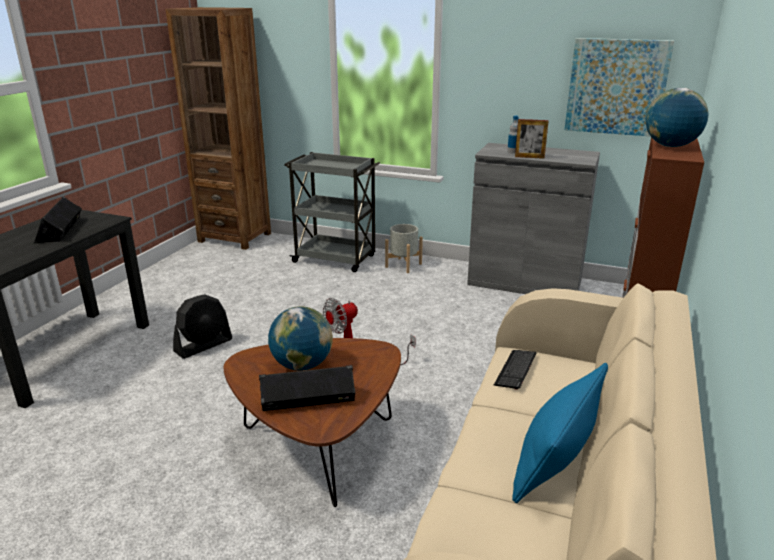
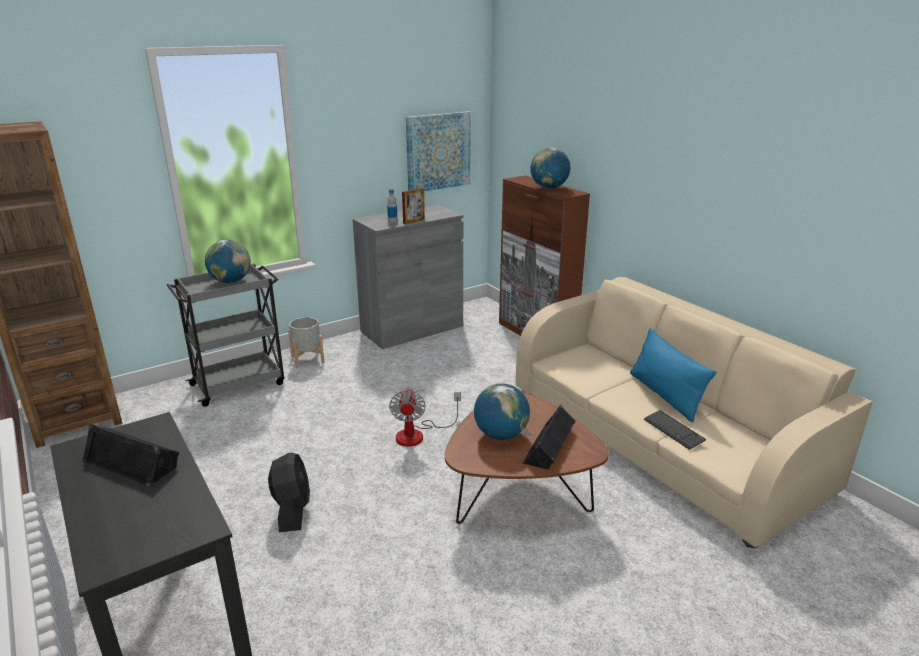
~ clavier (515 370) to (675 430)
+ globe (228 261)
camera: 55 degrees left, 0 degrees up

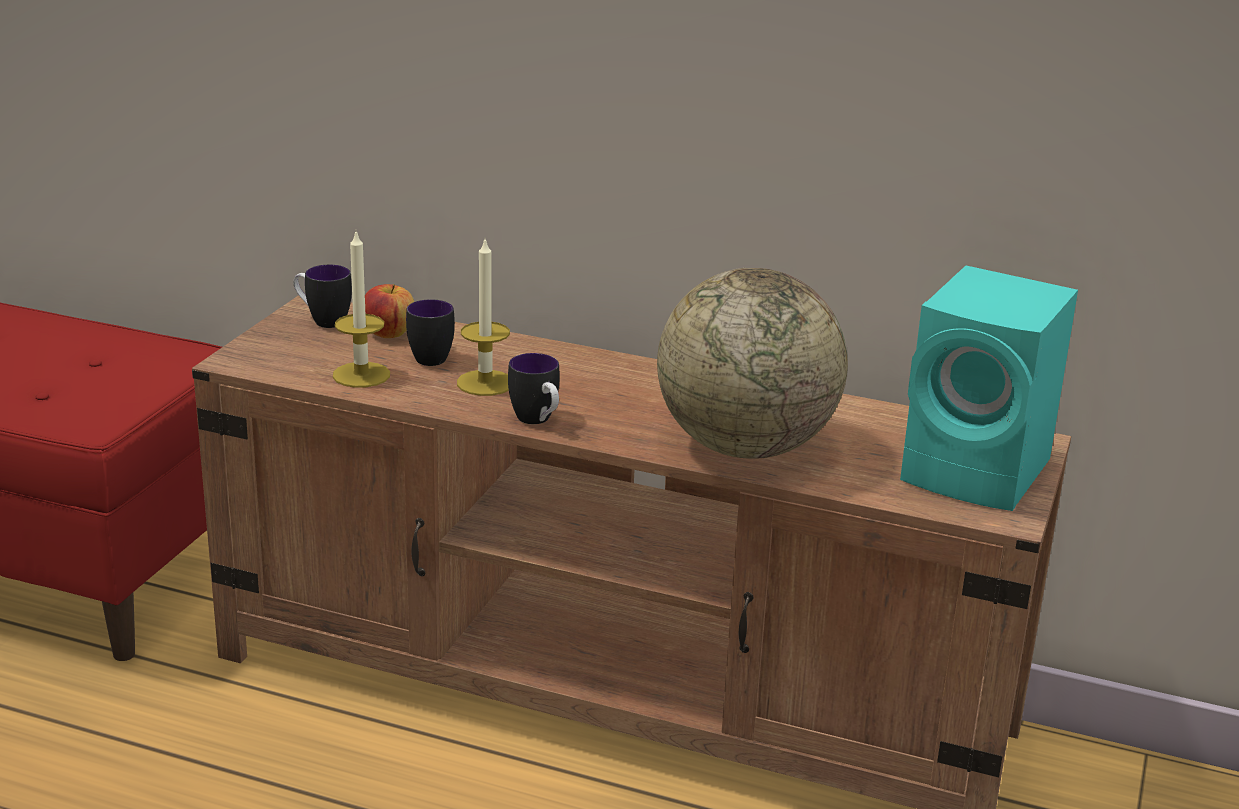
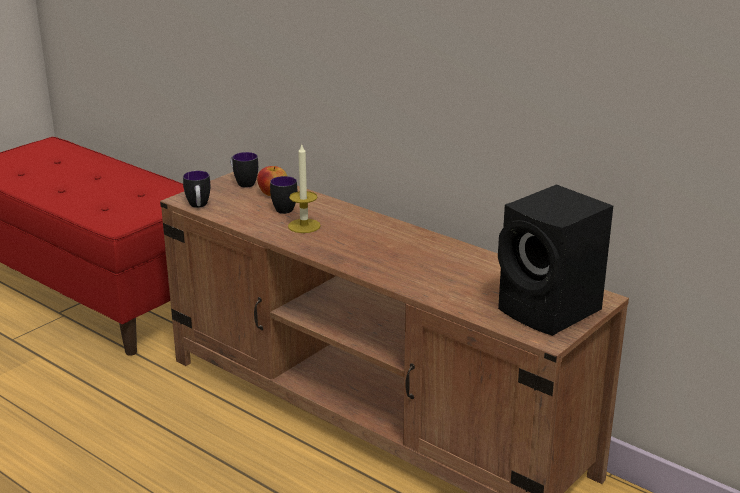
- bougie (361 310)
~ mug (533 388) to (196 189)
- globe (752 363)
~ enceinte/turquoise (989 388) to enceinte/noir (555 260)
camera: 20 degrees right, 0 degrees up

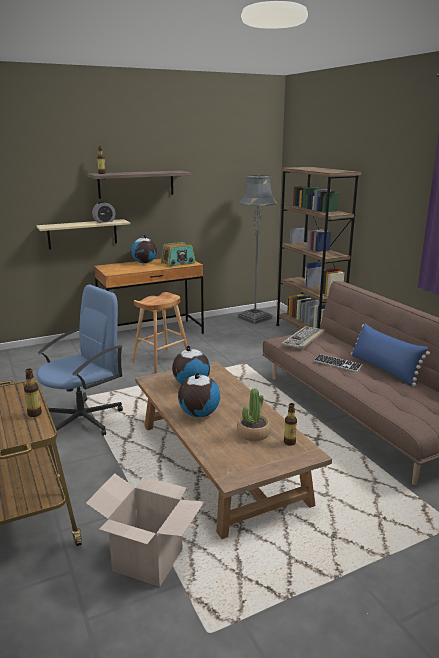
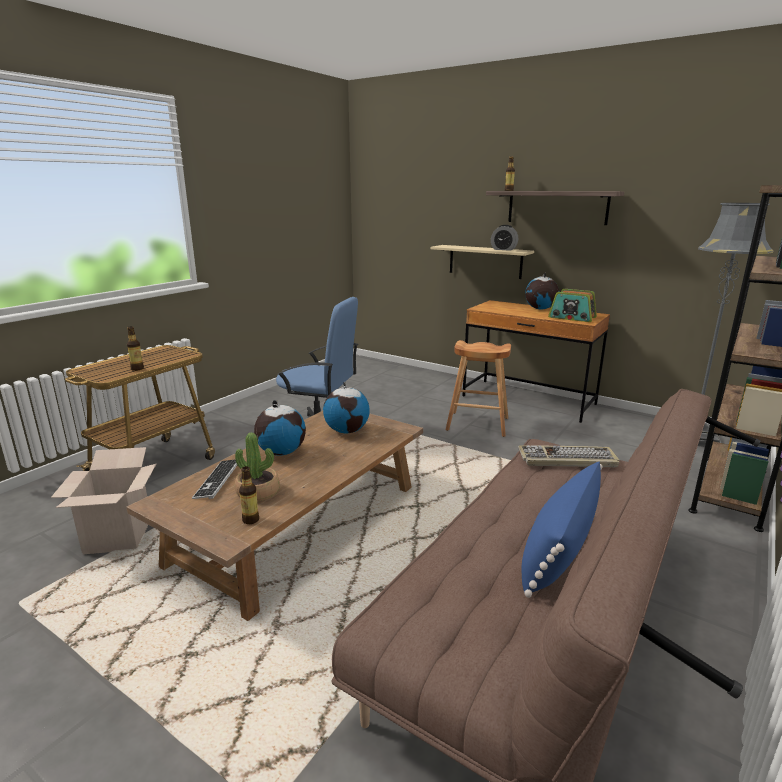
~ clavier (338 363) to (214 479)
camera: 60 degrees right, 0 degrees up

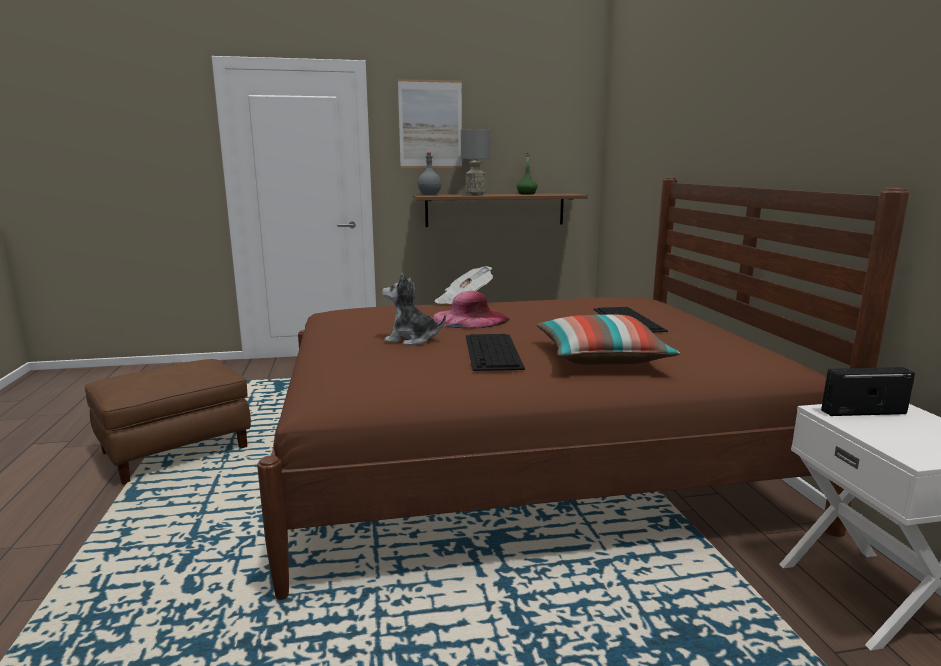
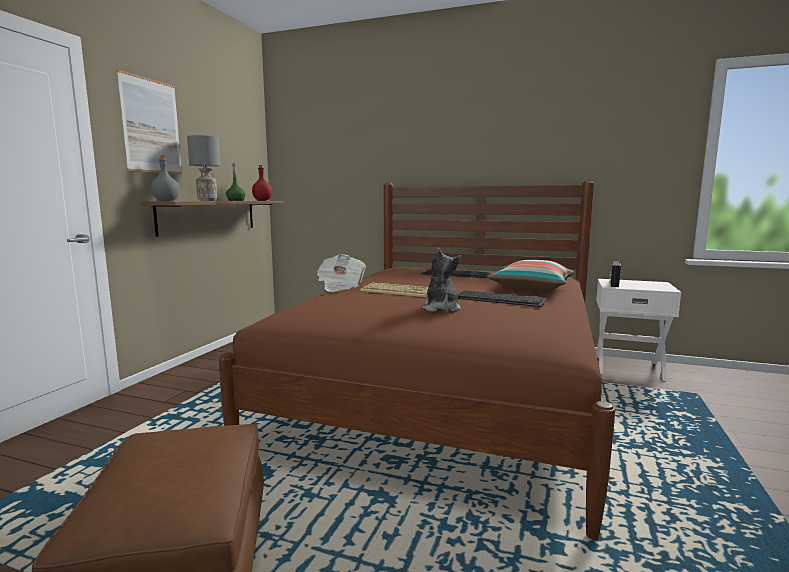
~ peluche (414 309) = (442 280) 135 degrees clockwise
~ chapeau/rose (471 309) to clavier (394 289)
+ bouteille/rouge (262 183)
camera: 60 degrees left, 5 degrees down

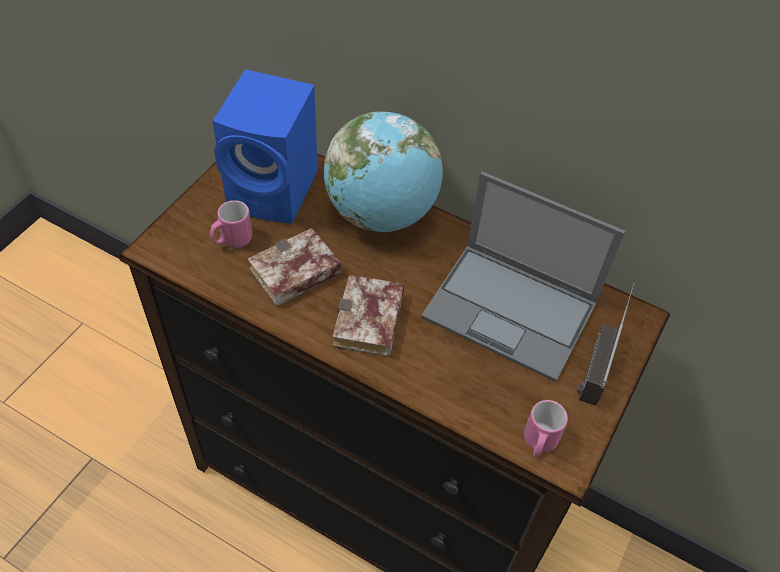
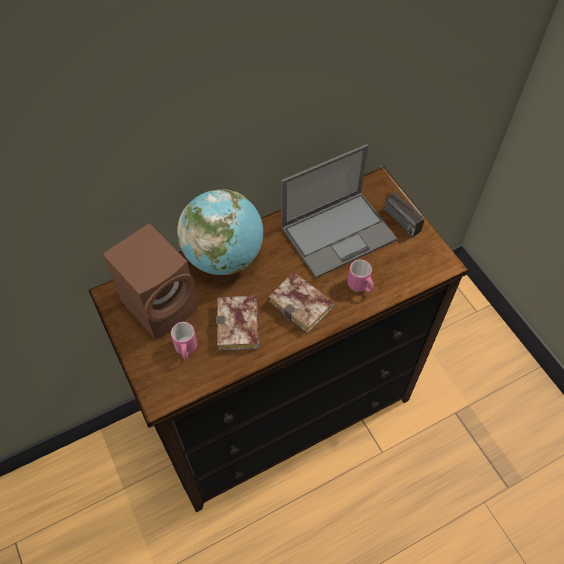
~ enceinte/bleu (265 146) to enceinte/marron (150 281)
~ mug/rose (546 429) to (360 276)
camera: 55 degrees left, 5 degrees up

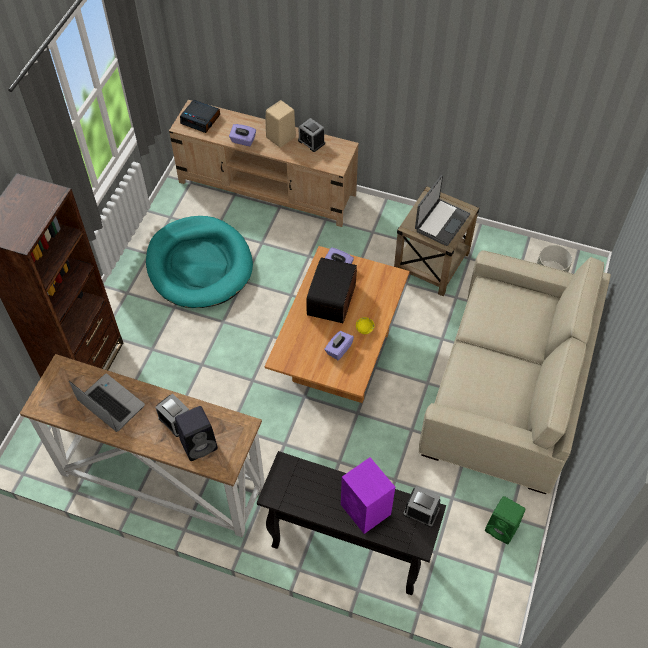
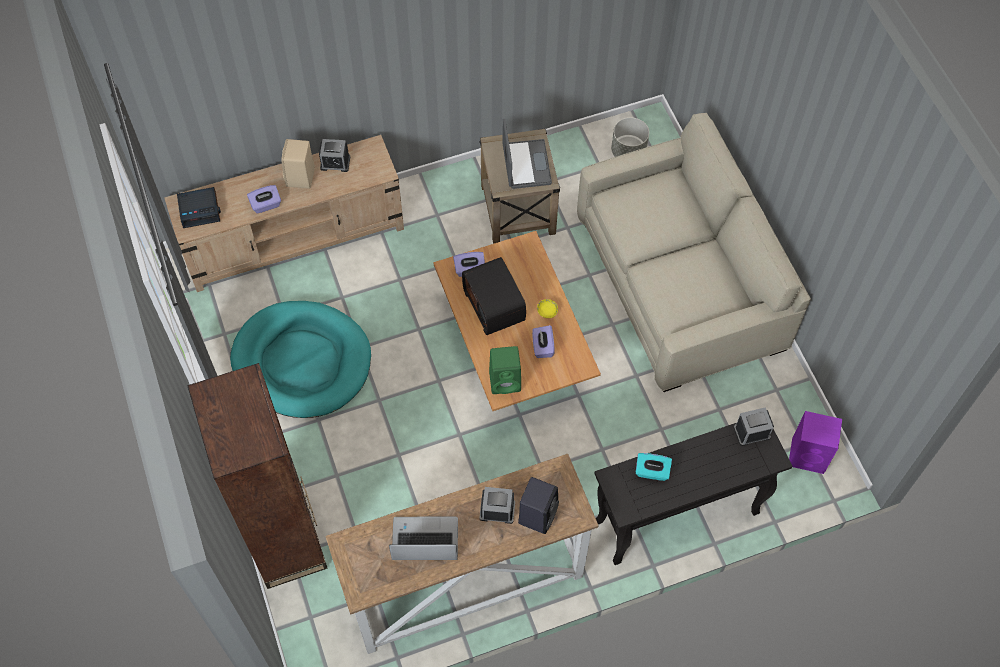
~ enceinte/violet (368 495) to (815 442)
~ enceinte/vert (505 520) to (505 370)
+ boîte à mouchoirs/turquoise (654 467)
camera: 40 degrees left, 5 degrees up

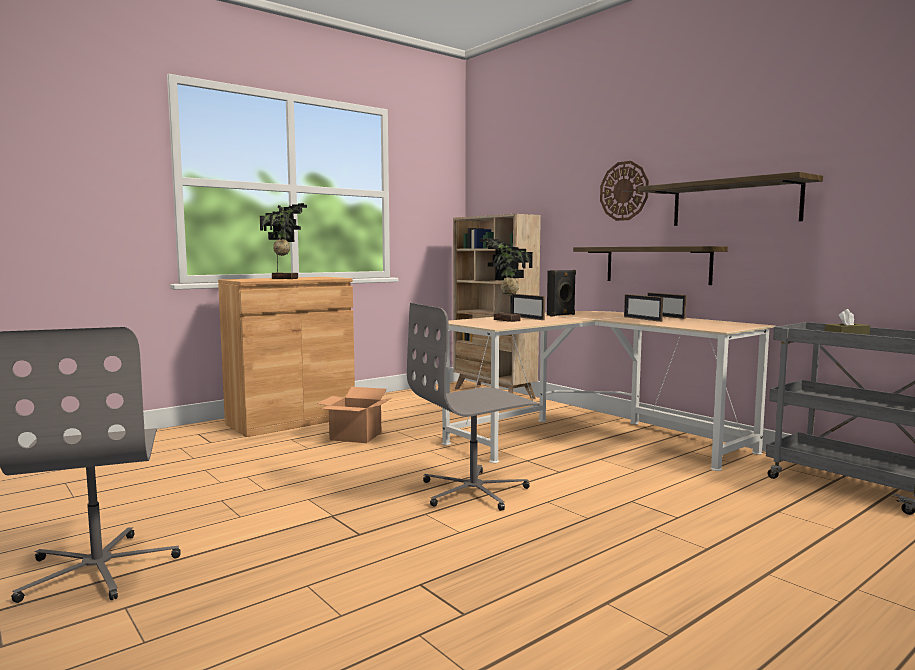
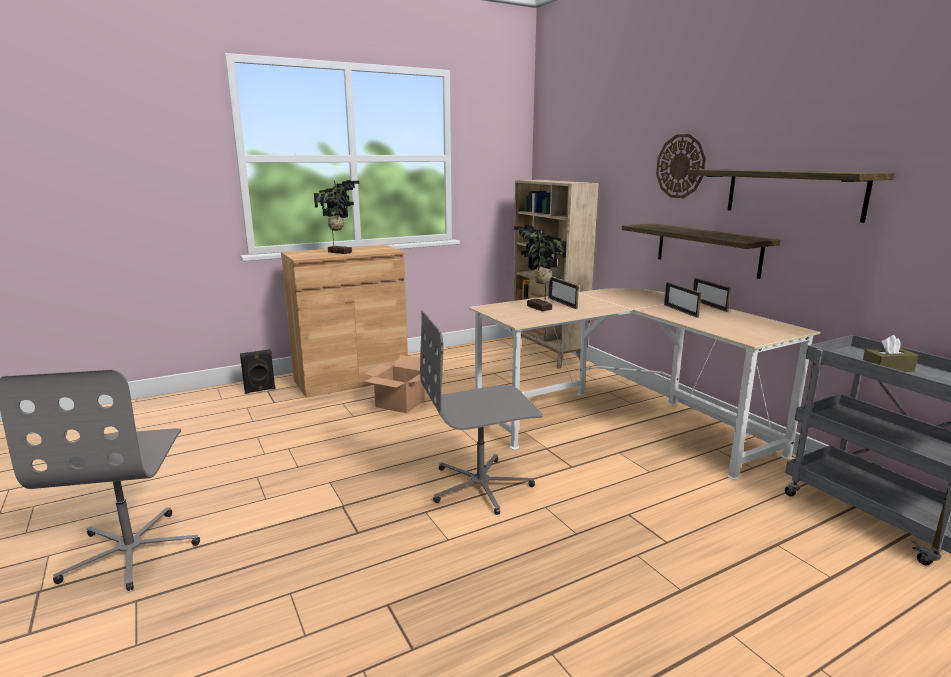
~ enceinte/noir (561 293) to (258 371)
camera: 10 degrees right, 10 degrees up

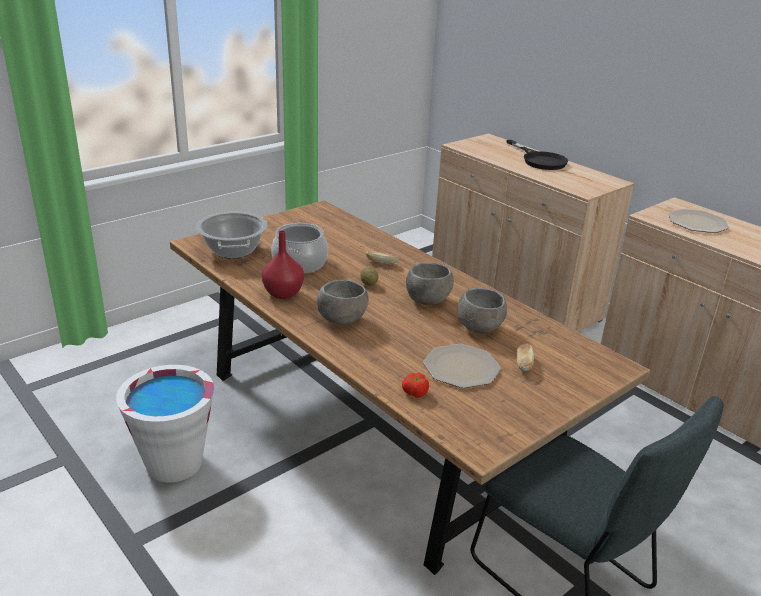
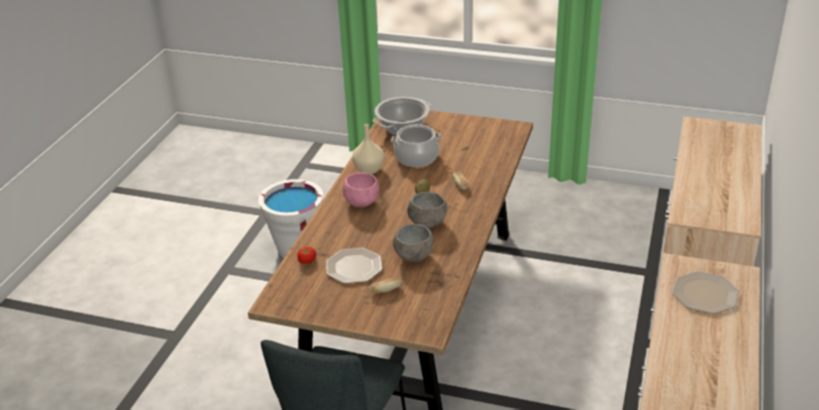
~ vase/rouge (283 264) to vase/beige (368 149)
~ bol/gris (343 302) to bol/rose (361 189)
- poêle/noir (537 155)
camera: 60 degrees right, 5 degrees up

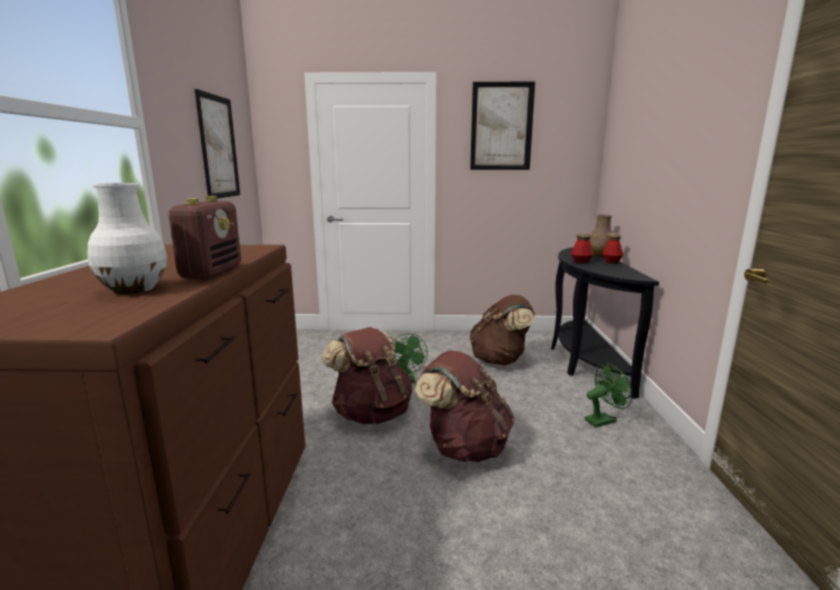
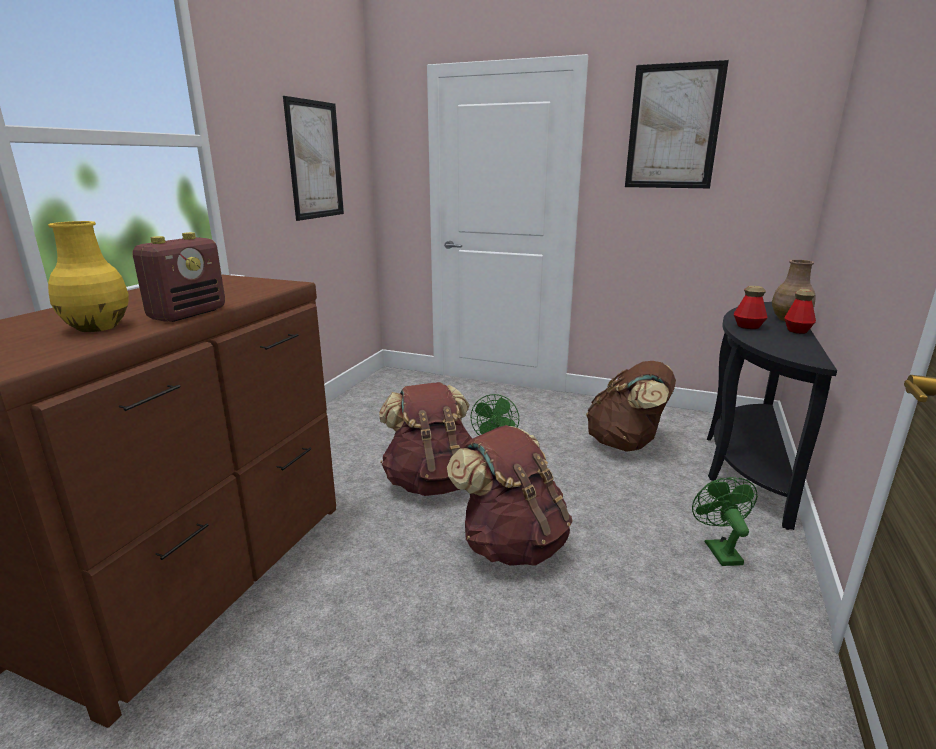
~ vase/blanc (127 238) to vase/jaune (88 276)
~ ventilateur/vert (608 395) = (725 521) 90 degrees counterclockwise
camera: 20 degrees right, 5 degrees up

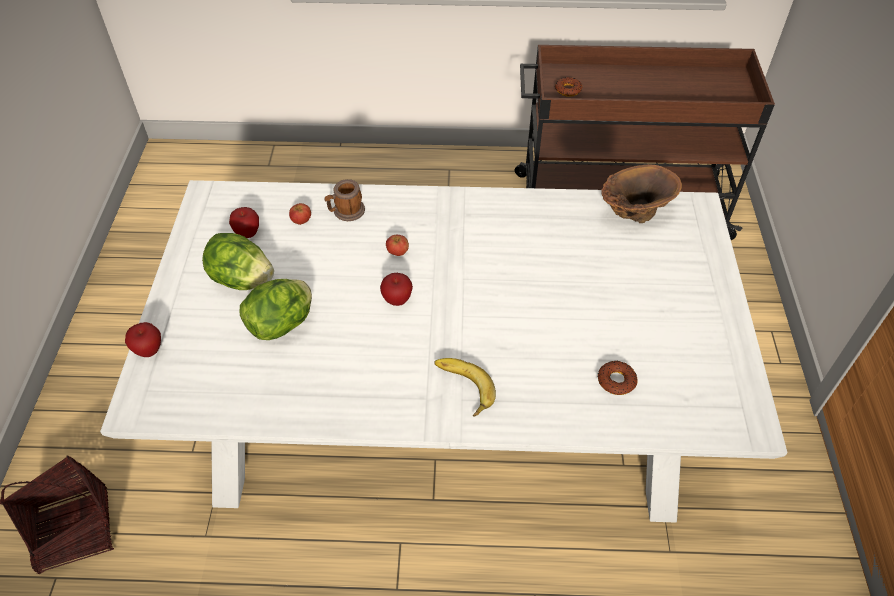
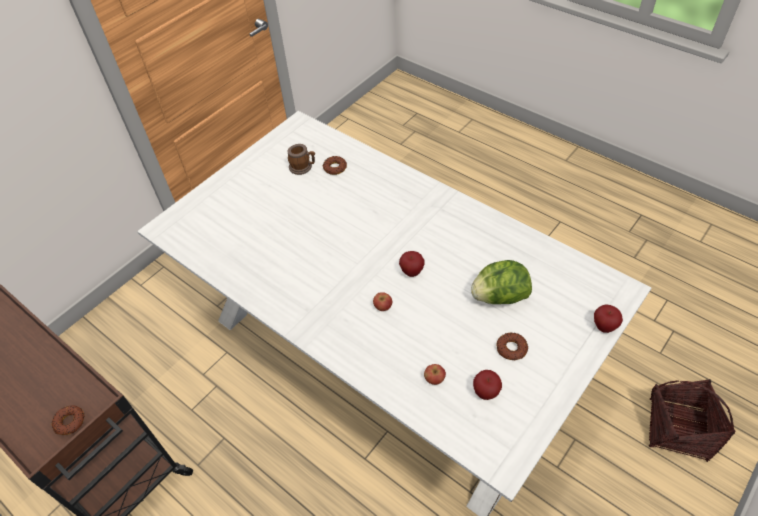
~ laitue (238 261) to beignet (512 346)
~ mug (344 200) to (301 159)
- banane (465 387)
- vase/marron (641 193)
camera: 140 degrees left, 0 degrees up

